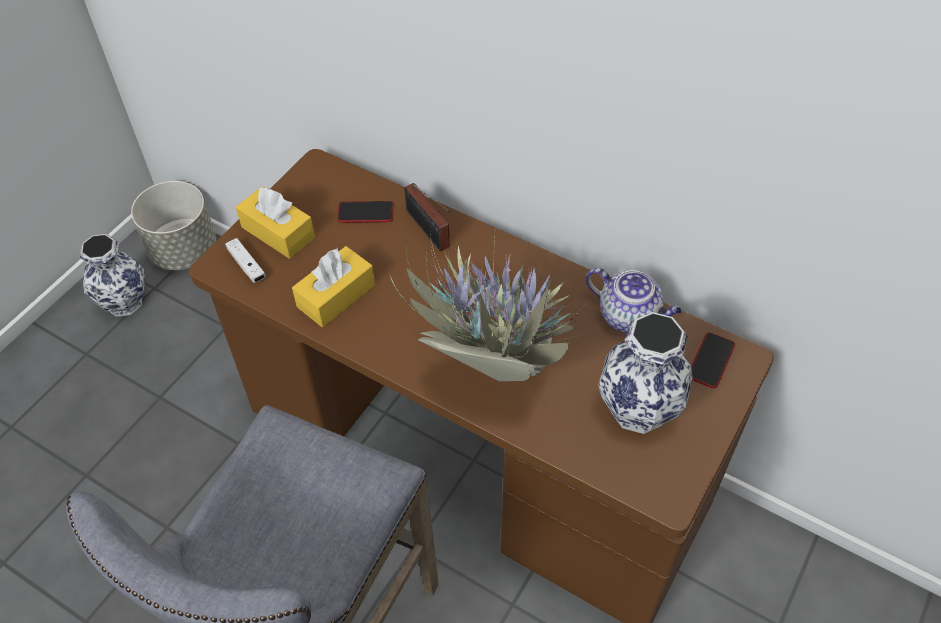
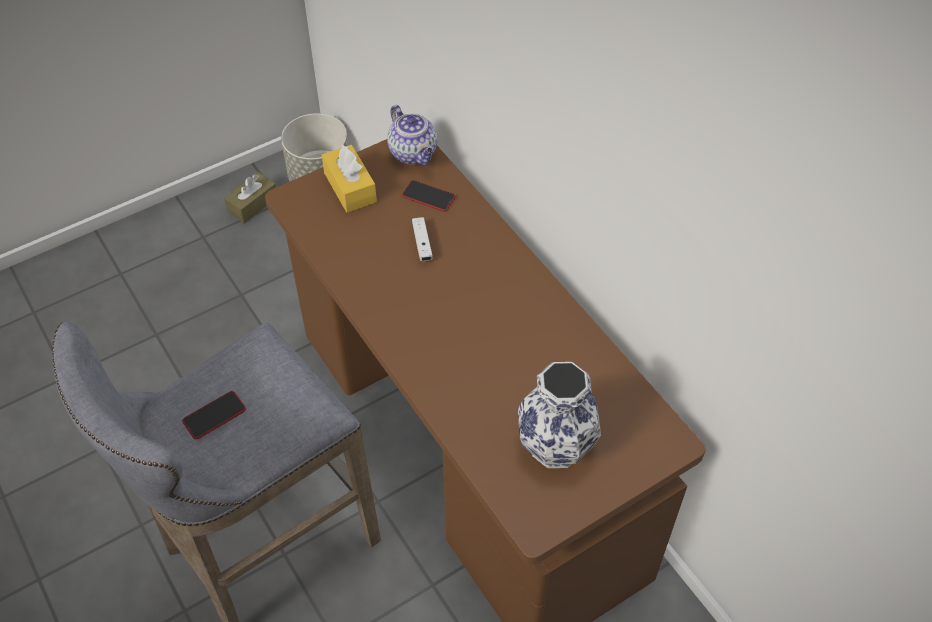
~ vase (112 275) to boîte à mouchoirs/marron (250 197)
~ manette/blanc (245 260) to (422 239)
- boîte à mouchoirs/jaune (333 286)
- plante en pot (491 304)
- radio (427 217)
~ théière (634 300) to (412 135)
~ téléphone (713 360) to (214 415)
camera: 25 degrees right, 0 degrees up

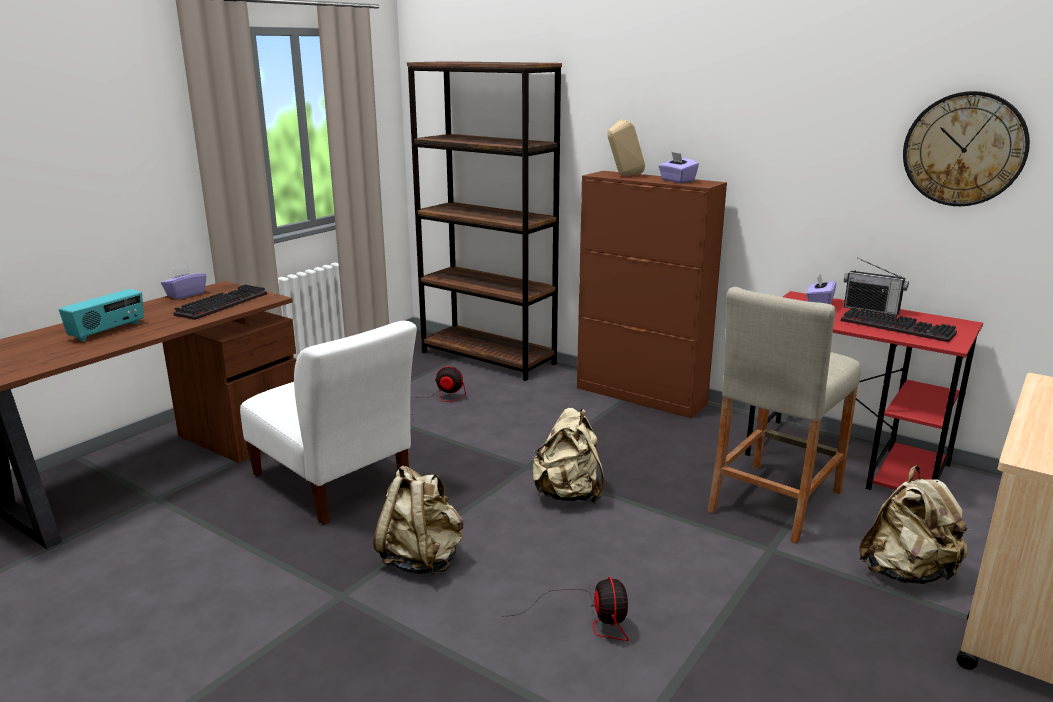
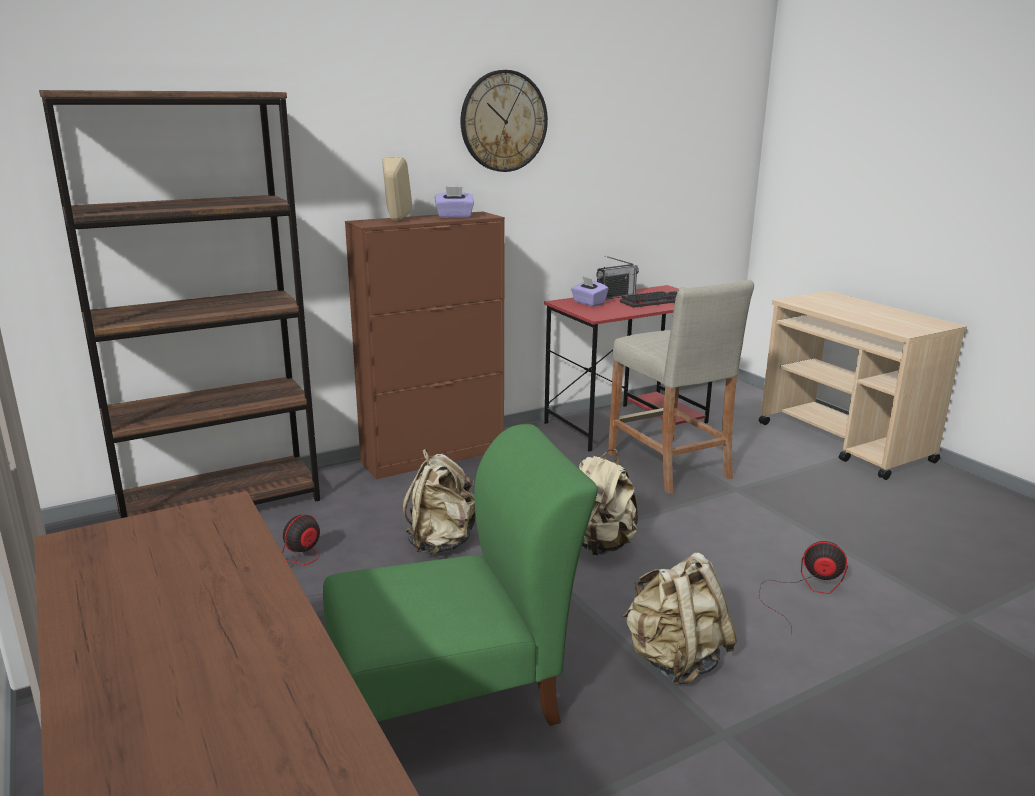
- radio (101 315)
- boîte à mouchoirs/violet (183 281)
- clavier (220 302)
~ chaise/blanc (328 423) to chaise/vert (460 575)
~ sac à dos/beige (914 525) to (439 502)
~ horloge murale (966 148) to (504 121)
camera: 65 degrees left, 0 degrees up

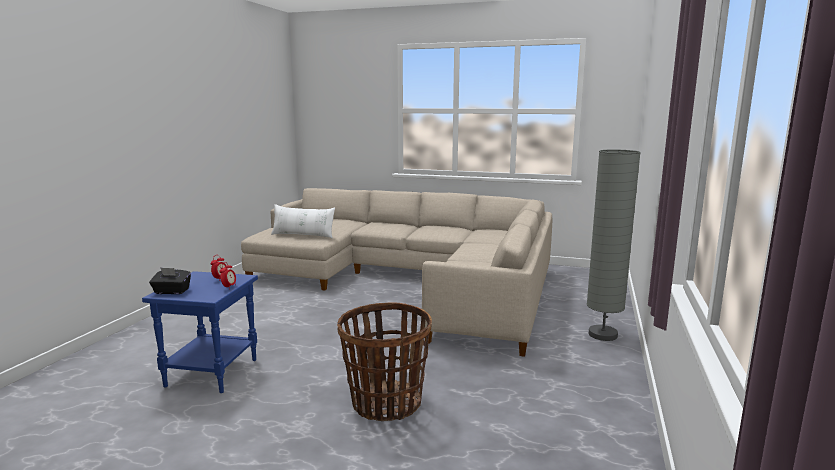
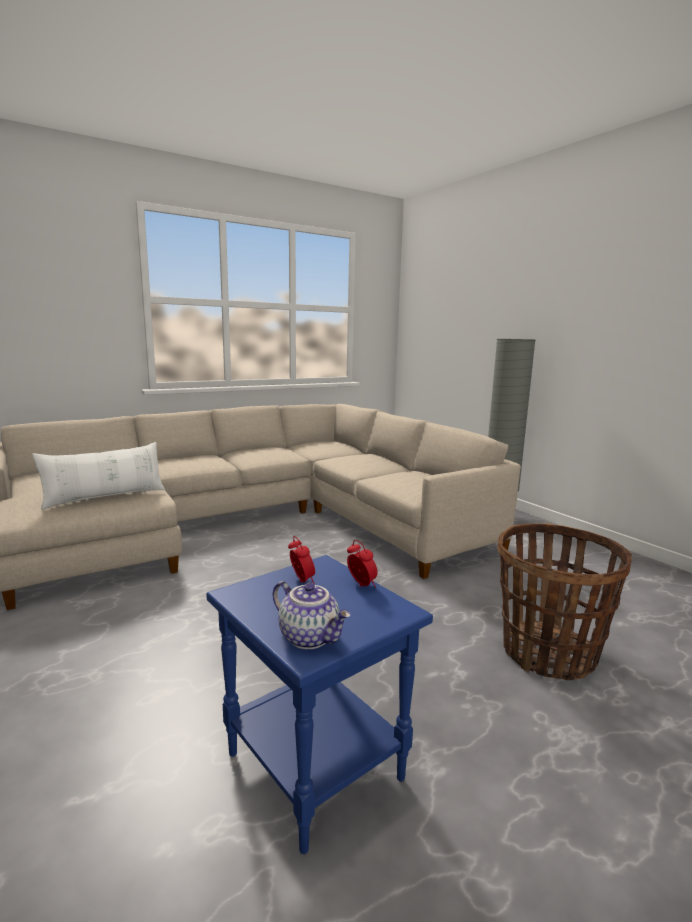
~ boîte à mouchoirs/noir (170 280) to théière (312 615)
camera: 50 degrees left, 0 degrees up

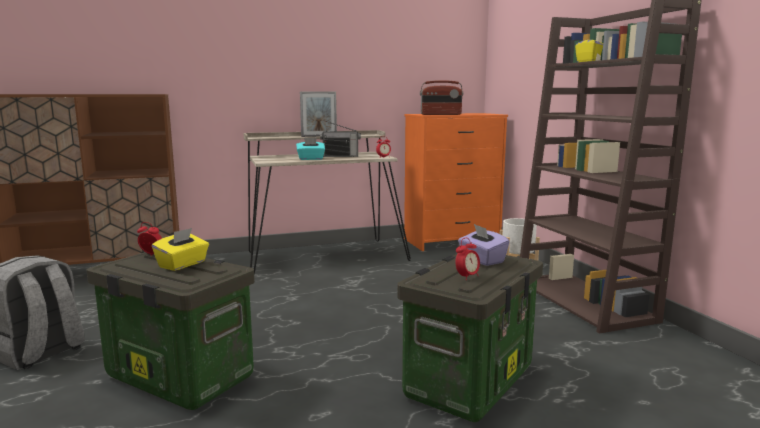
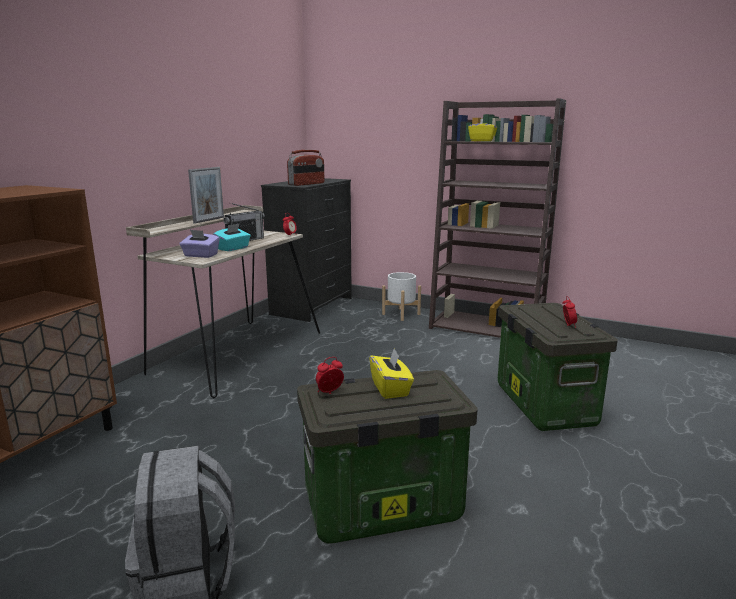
~ commode/orange (456 182) to commode/noir (306 250)
~ boîte à mouchoirs/violet (484 245) to (200 244)
camera: 45 degrees left, 5 degrees up

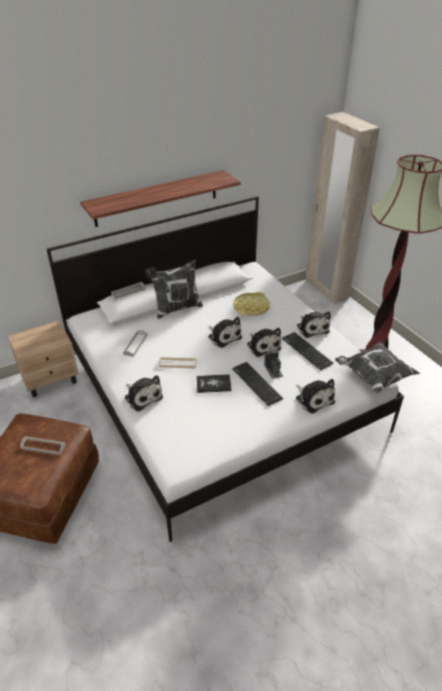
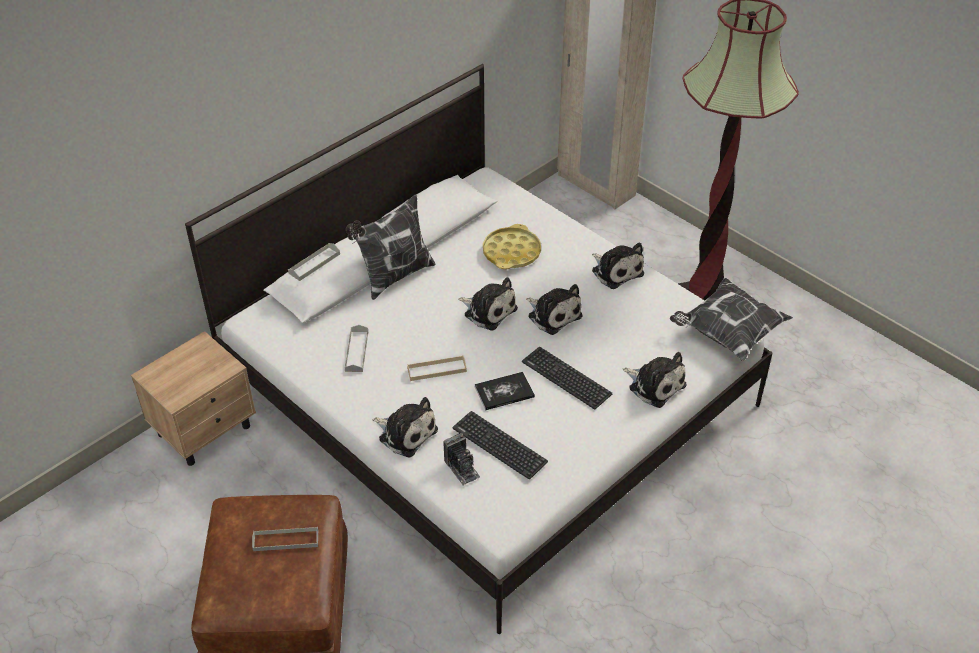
- étagère (160 198)
~ appareil photo (273 364) to (461 459)
~ clavier (308 351) to (500 445)
camera: 15 degrees left, 5 degrees up

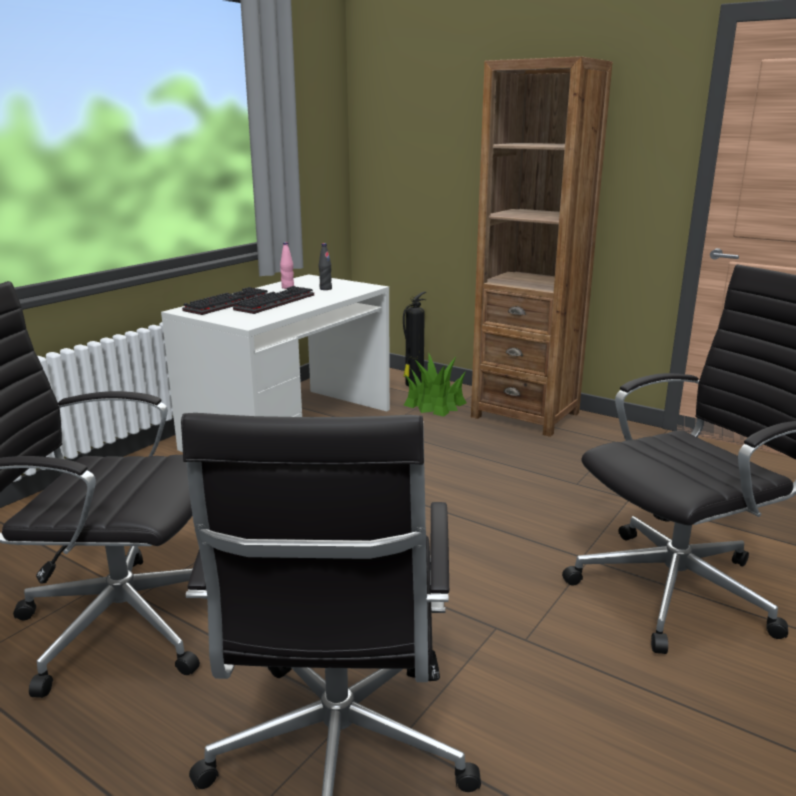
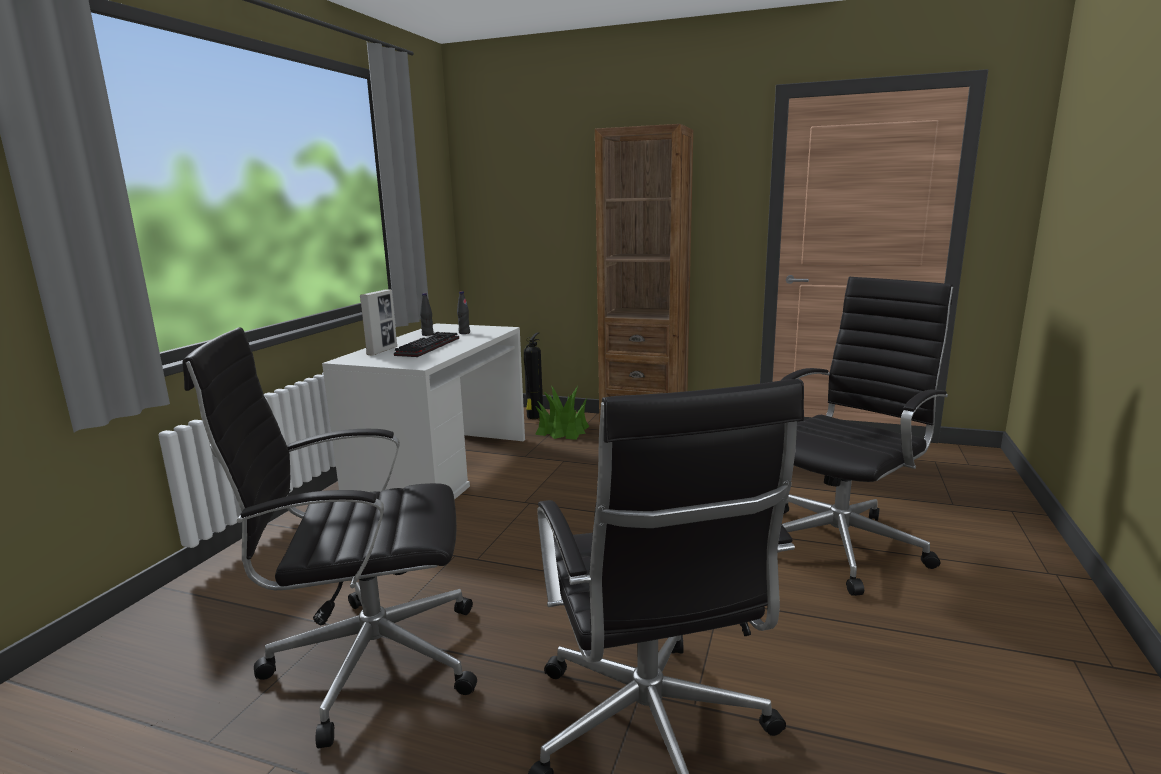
~ clavier (225 301) to cadre photo (378 322)
~ bouteille/rose (287 265) to bouteille/noir (427 314)
camera: 15 degrees left, 5 degrees down

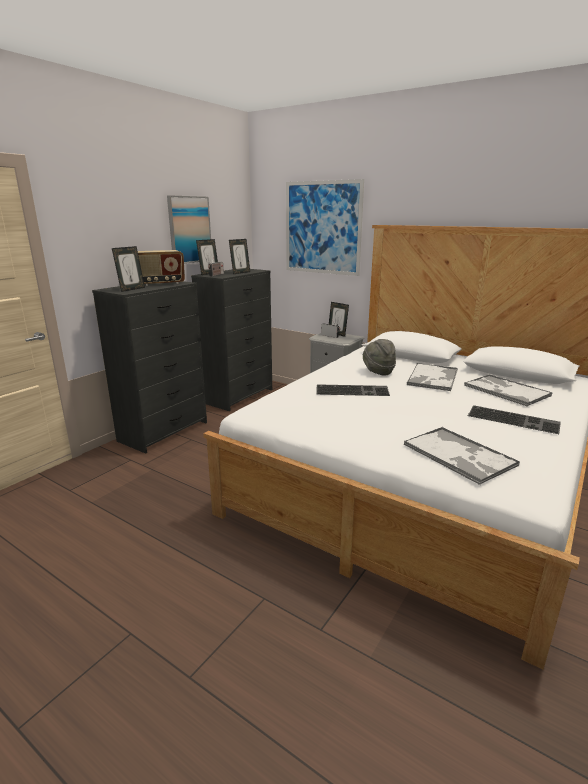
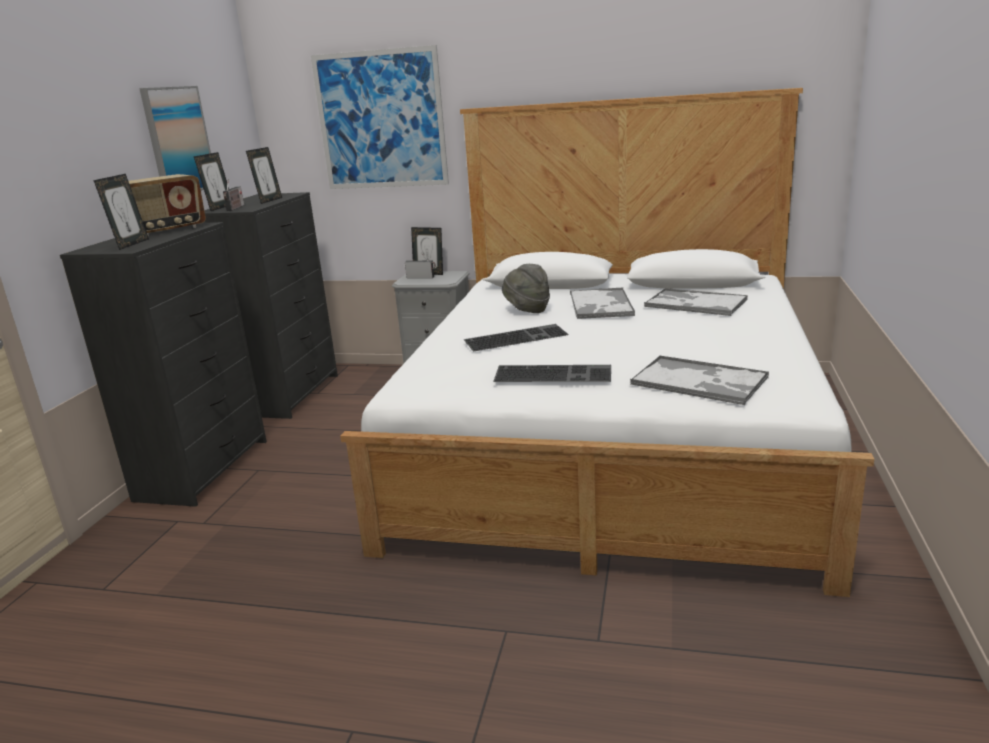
~ clavier (514 419) to (552 373)
camera: 20 degrees left, 0 degrees up

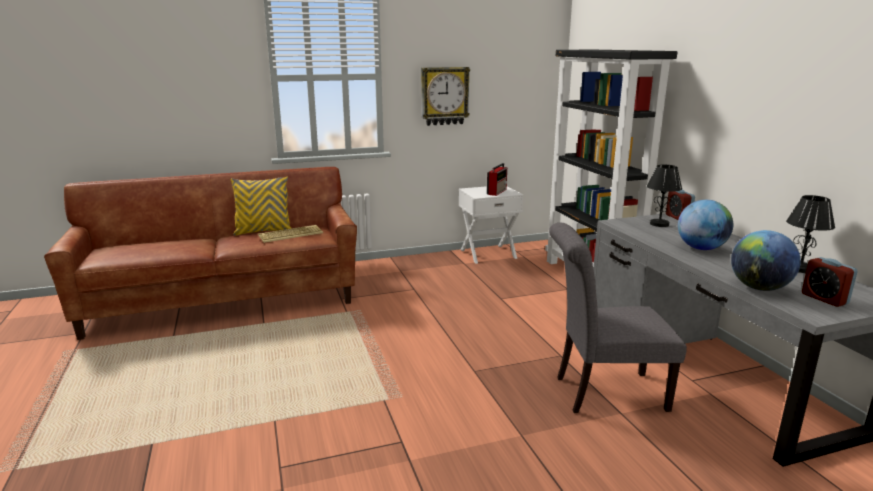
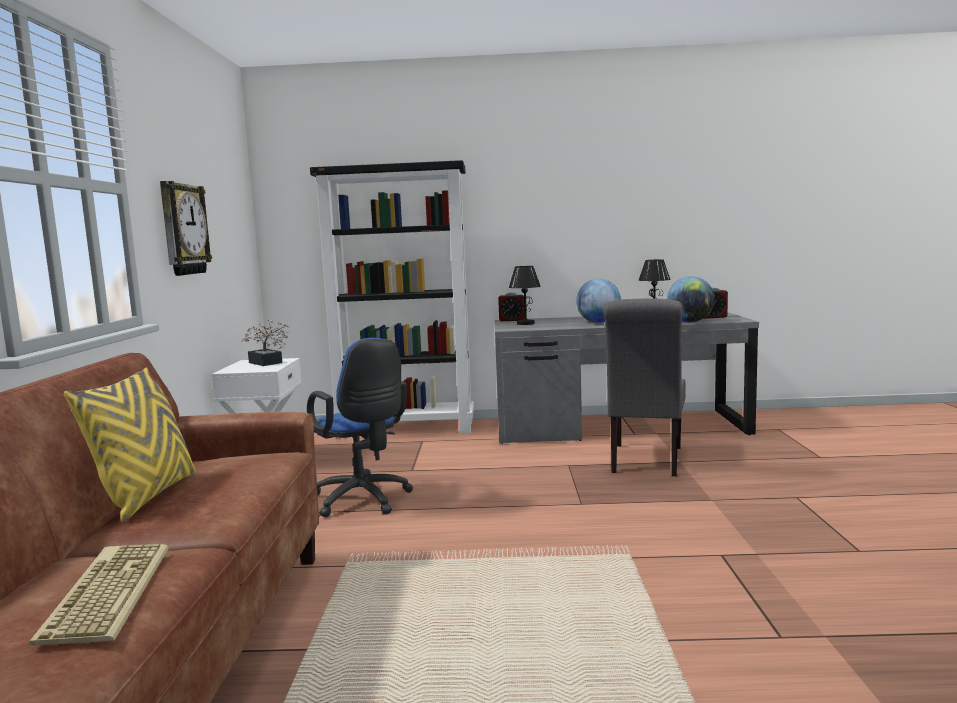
~ clavier (290 234) to (99 595)
~ radio (497 179) to plante en pot (265 343)
+ chaise de bureau/bleu (360 427)
camera: 70 degrees left, 10 degrees down

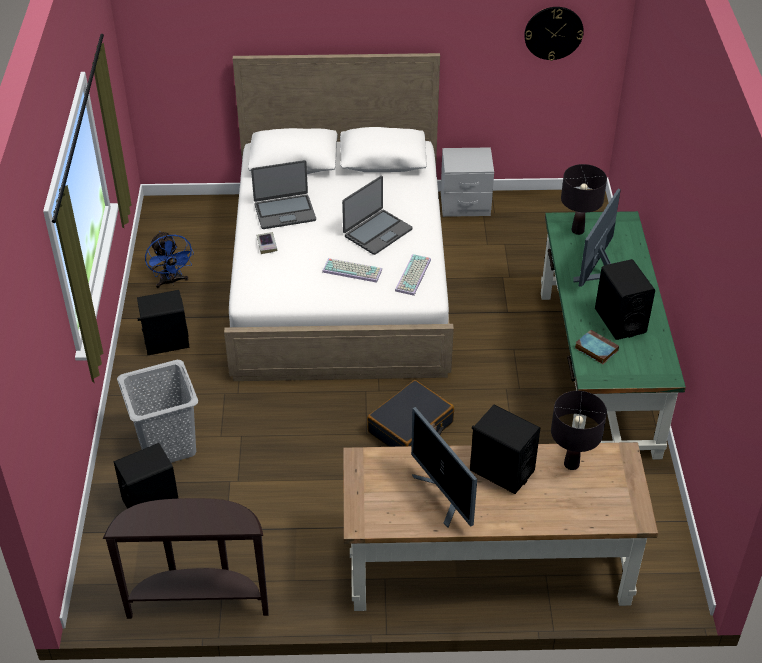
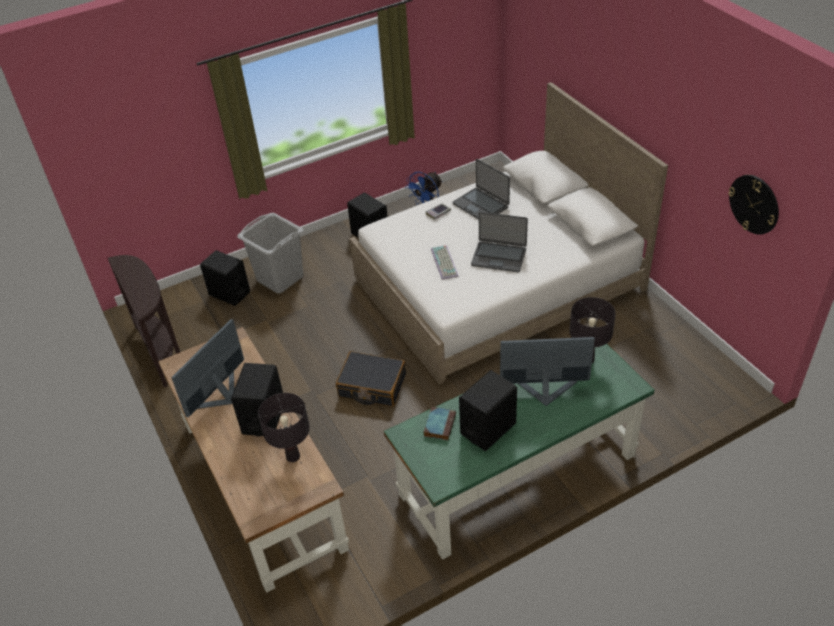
- clavier (413 275)
- table de chevet/gris (467 182)
camera: 65 degrees right, 0 degrees up

